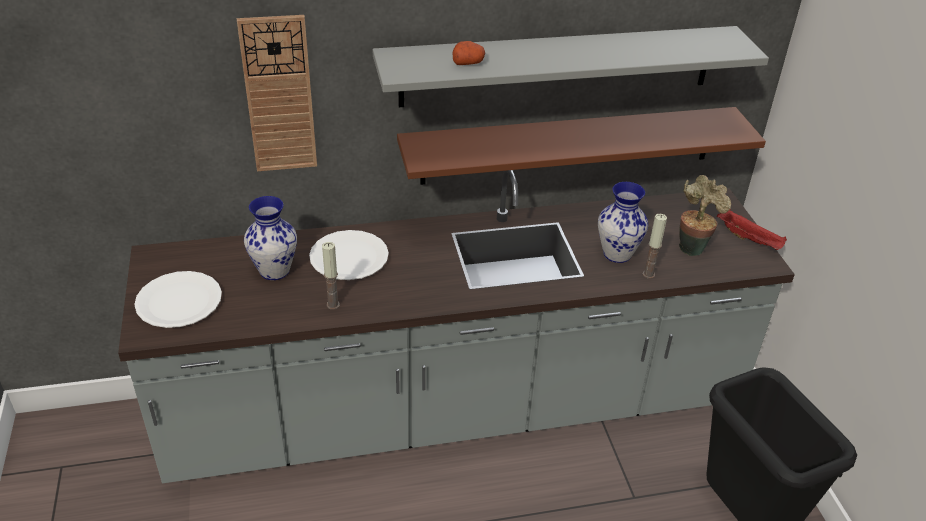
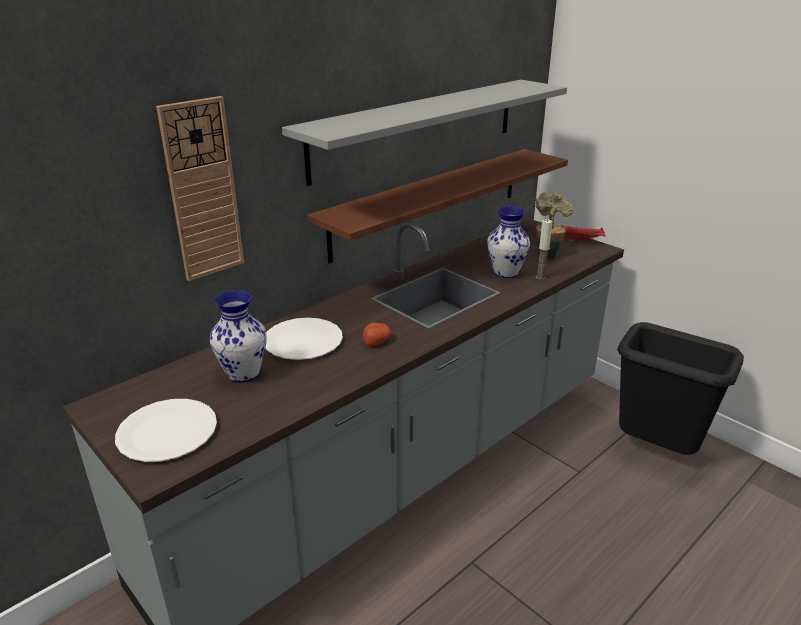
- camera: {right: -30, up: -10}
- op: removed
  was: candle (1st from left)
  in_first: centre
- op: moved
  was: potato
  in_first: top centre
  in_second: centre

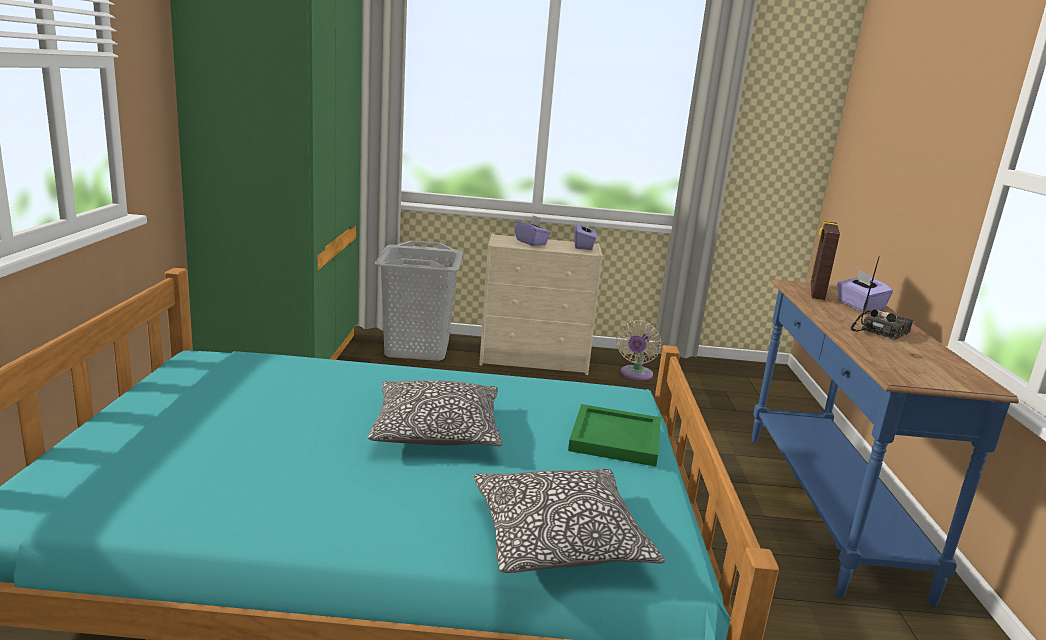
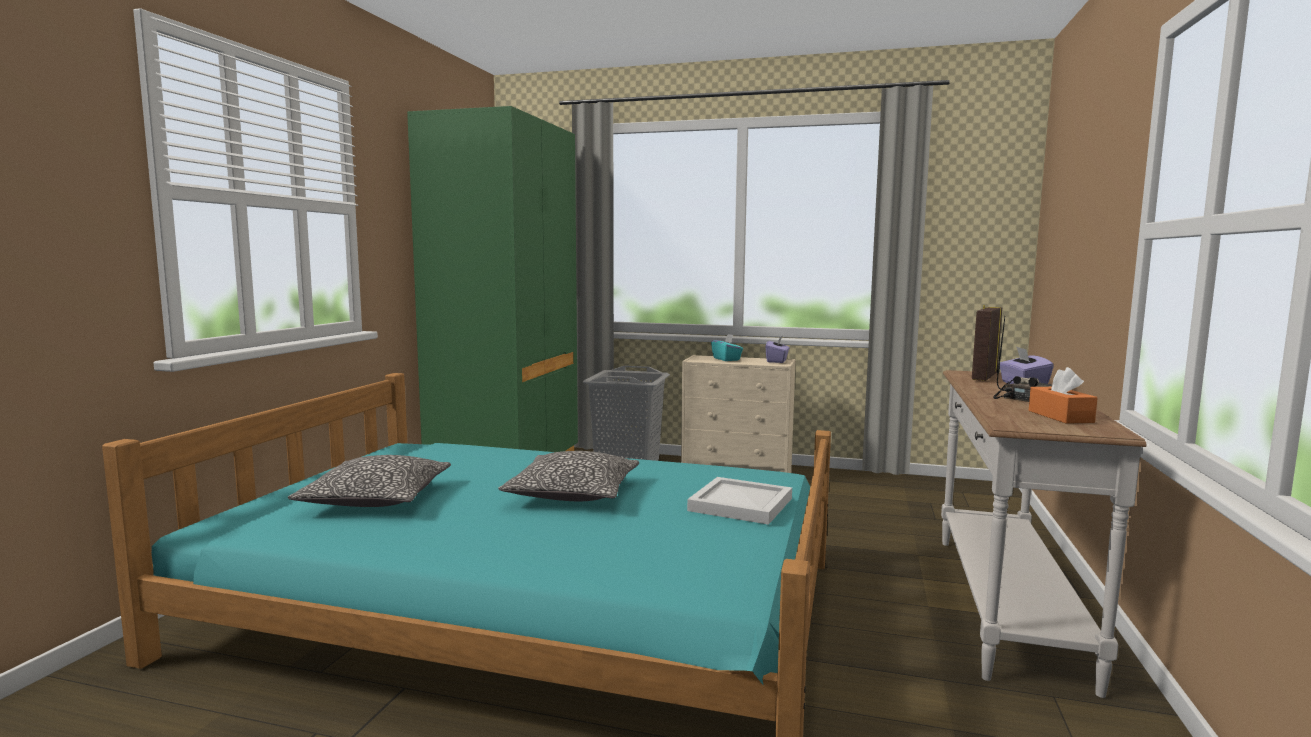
- camera: {right: 15, up: -10}
- op: removed
  was: beige fan
  in_first: centre
- op: added
  now: orange tissue box
  in_second: middle right
- op: moved
  was: pillow (2nd from left in the first image)
  now: pillow (1st from left)
  in_first: bottom centre
  in_second: middle left
- op: recoloured
  was: purple tissue box (1st from left)
  now: turquoise tissue box
  in_first: centre
  in_second: centre
- op: recoloured
  was: green tray
  now: white tray
  in_first: bottom centre
  in_second: bottom centre
- op: recoloured
  was: blue console table
  now: white console table
  in_first: bottom right
  in_second: bottom right

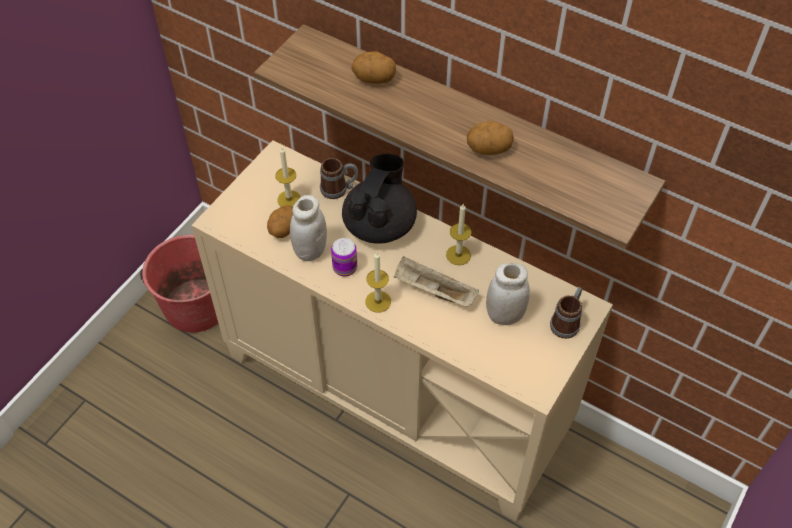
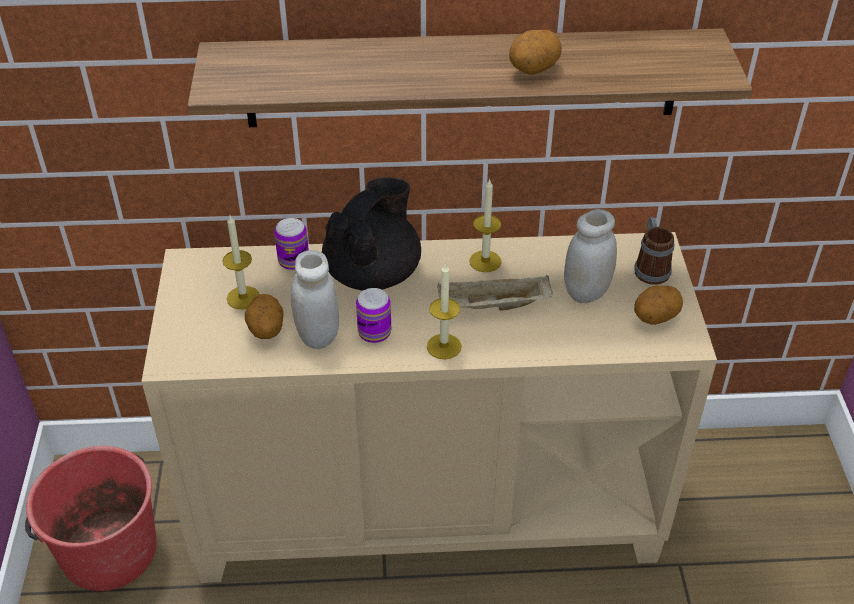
- camera: {right: -35, up: -10}
- op: moved
  was: potato (2nd from left in the first image)
  now: potato (3rd from left)
  in_first: top centre
  in_second: middle right
- op: replaced
  was: mug (1st from left)
  now: can (1st from left)
  in_first: centre
  in_second: centre
- op: turned
  was: black teapot
  in_first: centre
  in_second: centre
  clockwise: 45

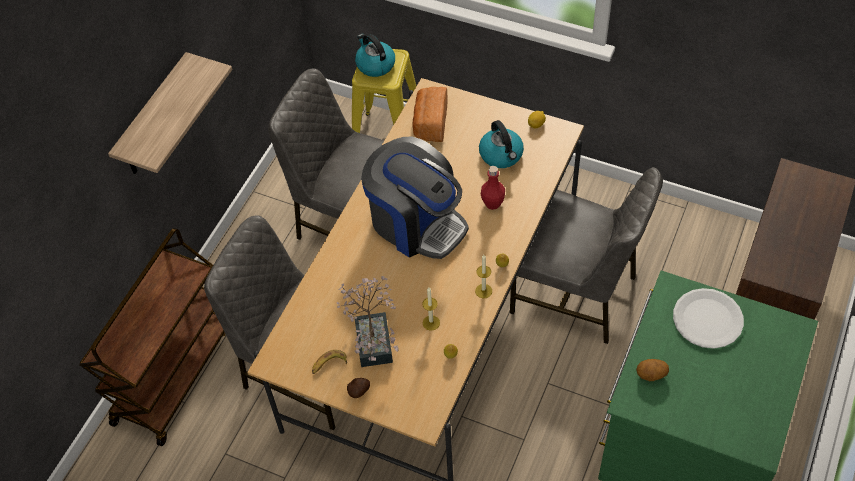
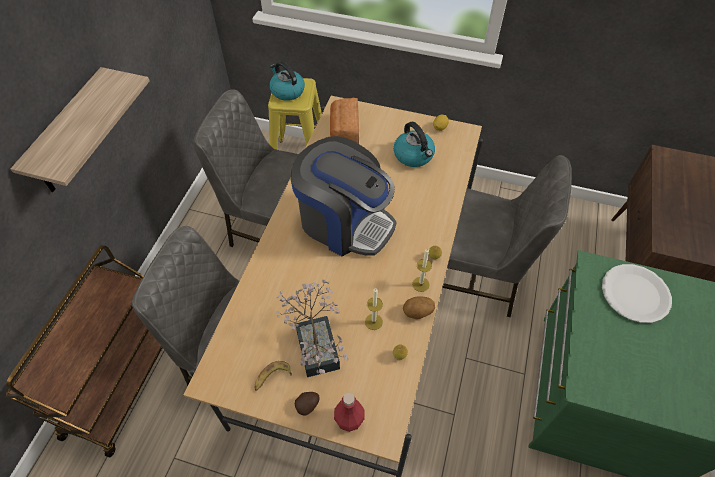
- camera: {right: -10, up: 0}
- op: moved
  was: red bottle
  in_first: centre
  in_second: bottom centre
- op: moved
  was: potato (2nd from left)
  in_first: bottom right
  in_second: centre

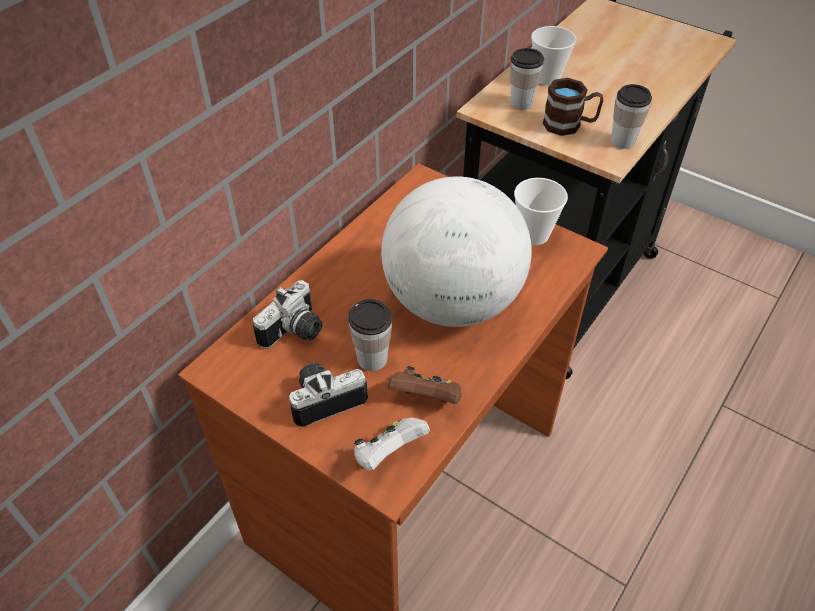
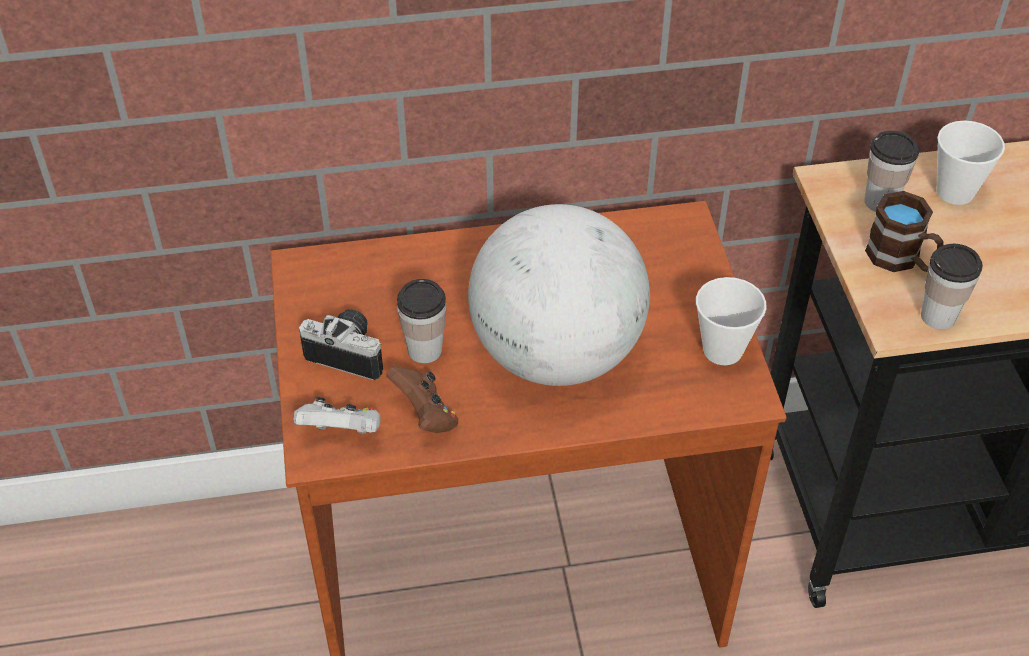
- camera: {right: 45, up: 0}
- op: removed
  was: photo camera (1st from left)
  in_first: centre

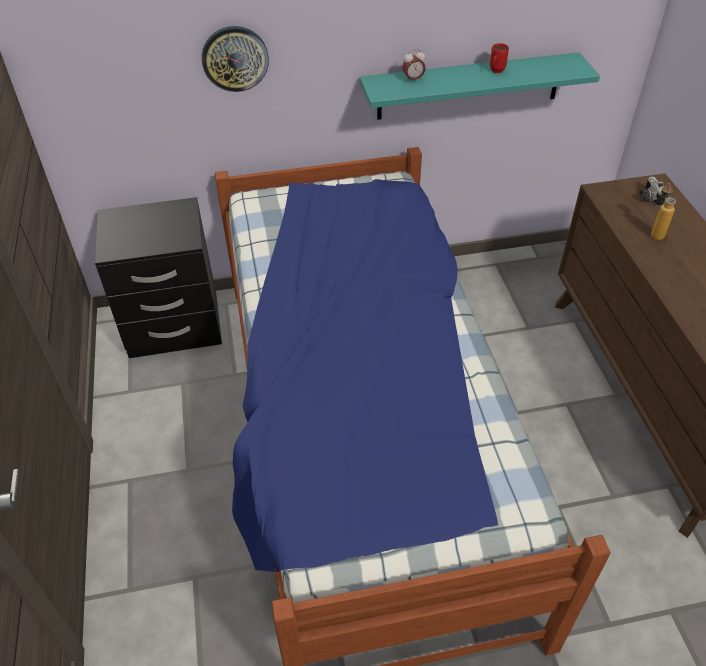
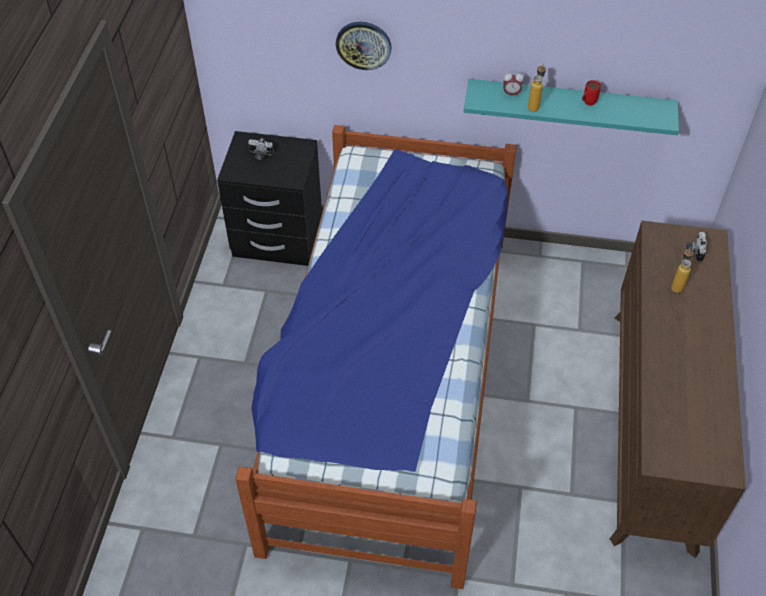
- camera: {right: 20, up: 5}
- op: added
  now: photo camera (1st from left)
  in_second: top centre
- op: added
  now: bottle (1st from left)
  in_second: top right

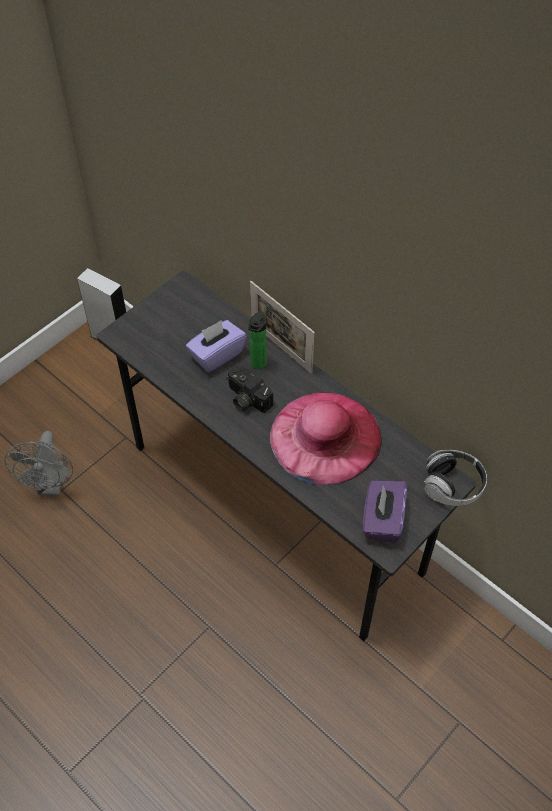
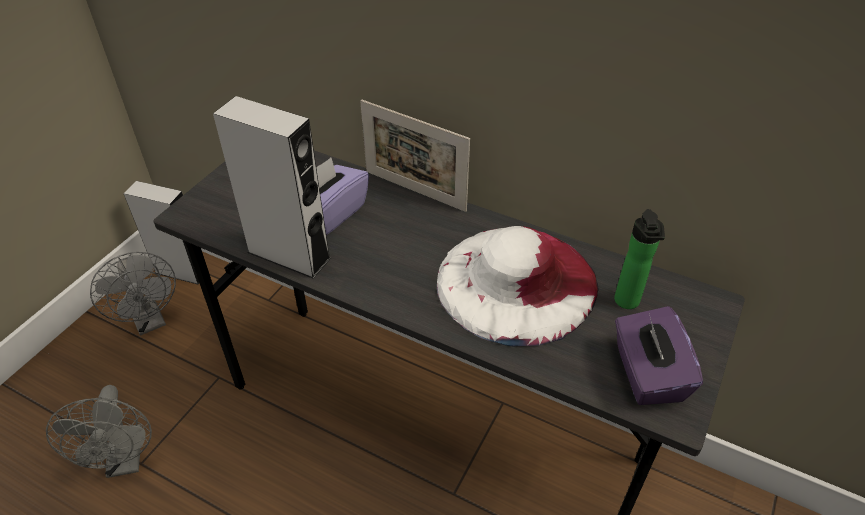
- camera: {right: -15, up: -10}
- op: removed
  was: photo camera
  in_first: centre
- op: removed
  was: headphones
  in_first: middle right
- op: added
  now: grey fan (2nd from left)
  in_second: middle left
- op: added
  now: grey speaker (2nd from left)
  in_second: middle left
- op: moved
  was: bottle
  in_first: centre
  in_second: middle right
- op: recoloured
  was: pink hat
  now: white hat
  in_first: centre
  in_second: centre

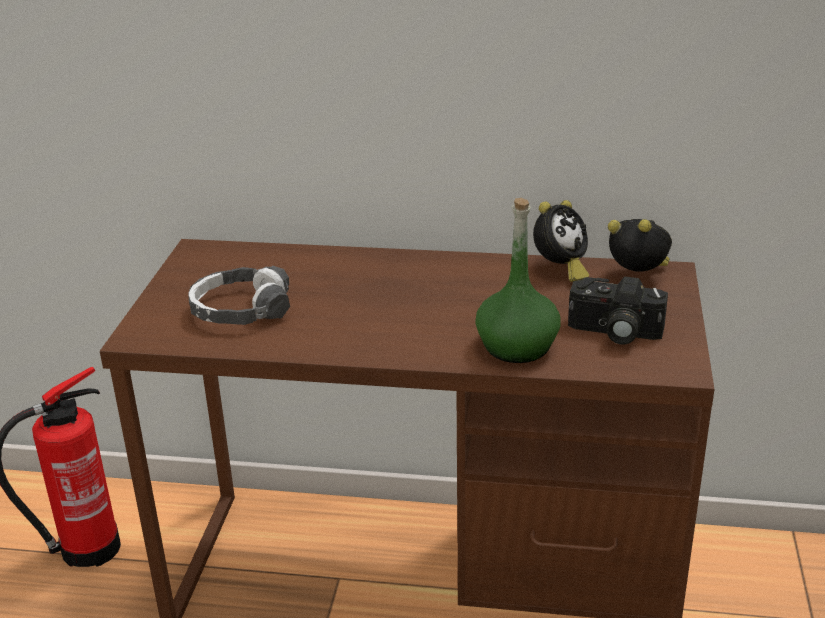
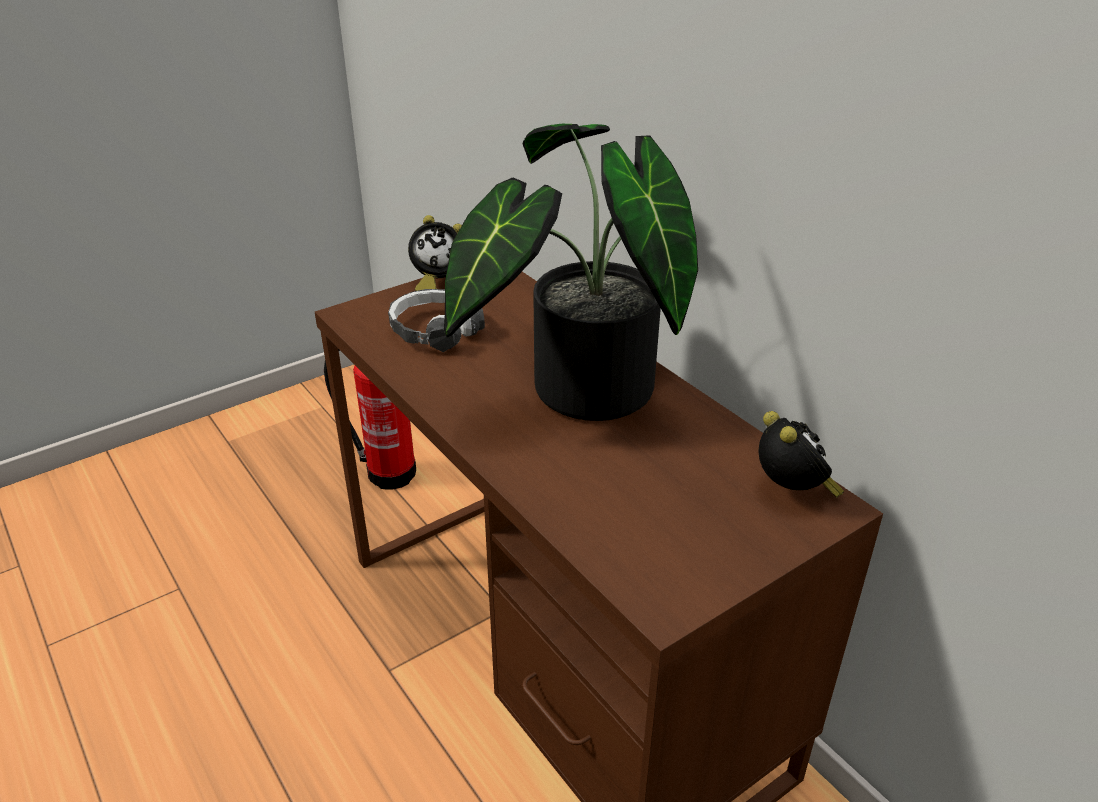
- camera: {right: 45, up: 5}
- op: removed
  was: green bottle
  in_first: centre
- op: removed
  was: photo camera
  in_first: middle right
- op: added
  now: potted plant
  in_second: centre
- op: moved
  was: alarm clock (1st from left)
  in_first: middle right
  in_second: top centre

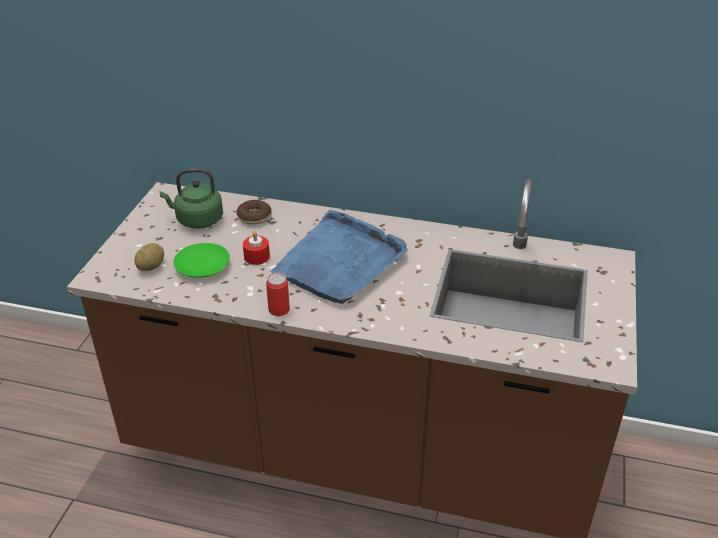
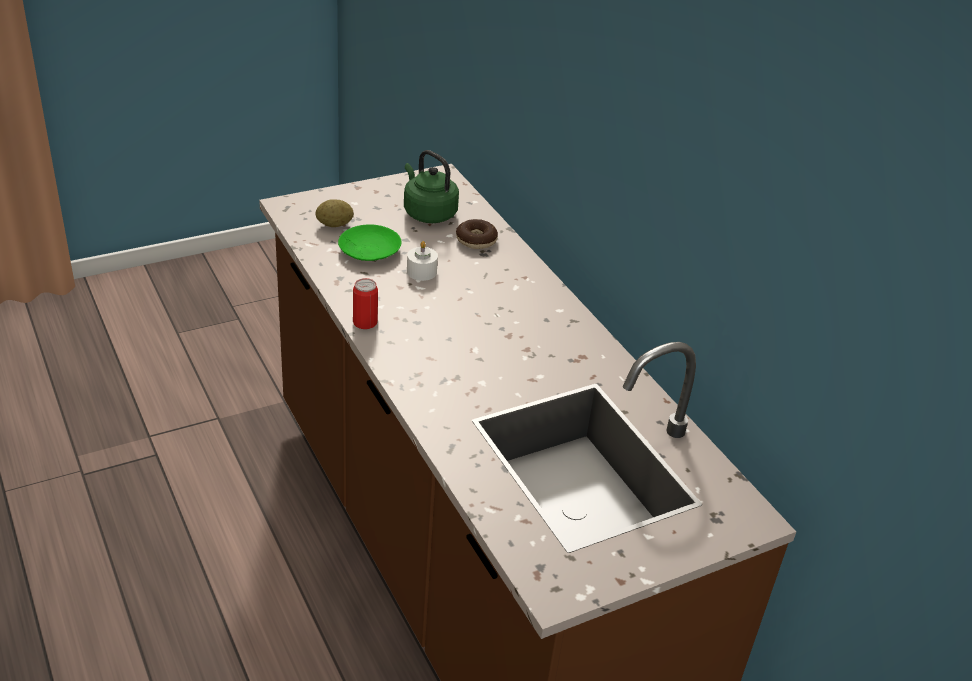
- camera: {right: 45, up: 0}
- op: removed
  was: blue tray
  in_first: centre
- op: recoloured
  was: red candle
  now: white candle
  in_first: centre
  in_second: centre

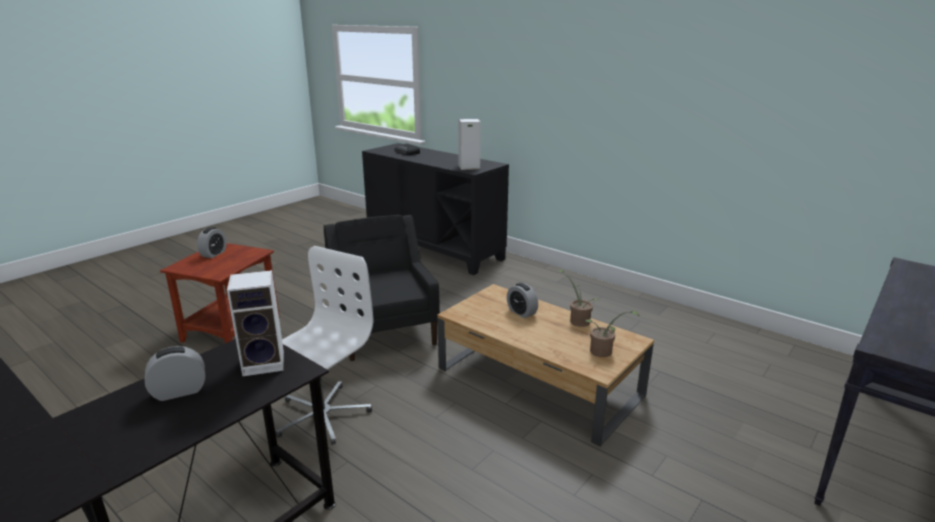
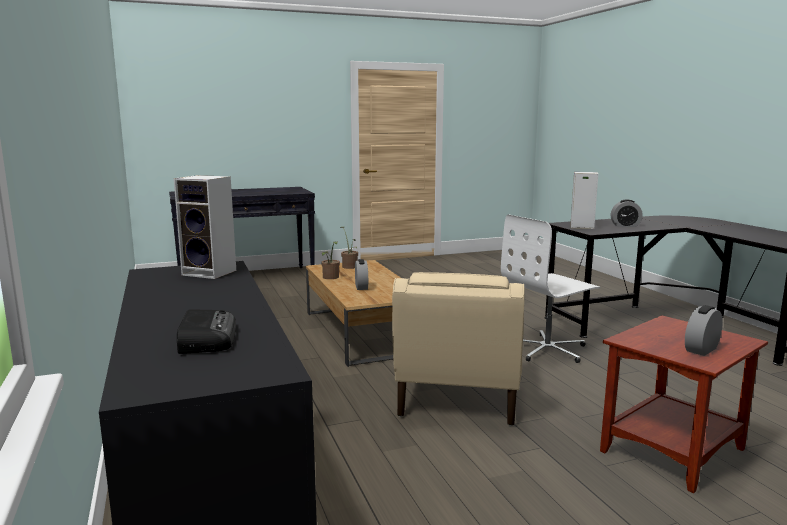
- camera: {right: -150, up: -10}
- op: recoloured
  was: black armchair
  now: beige armchair
  in_first: centre
  in_second: centre

